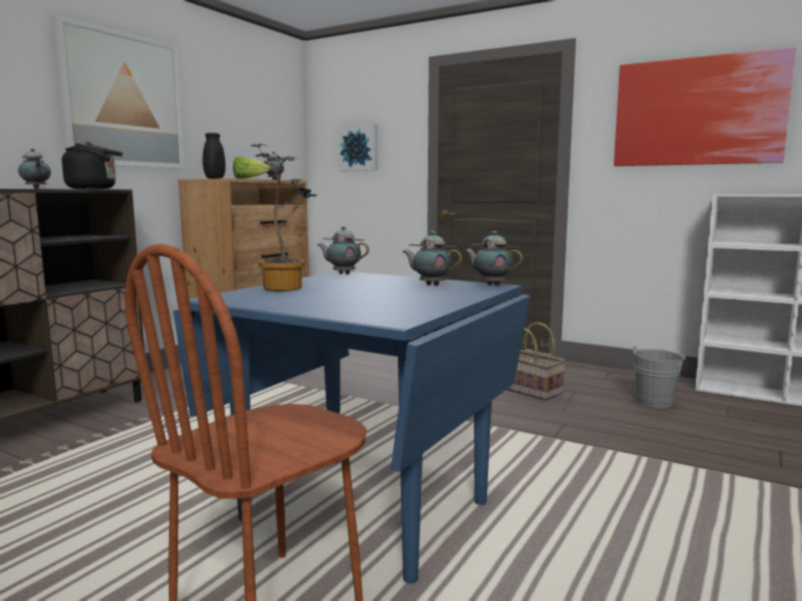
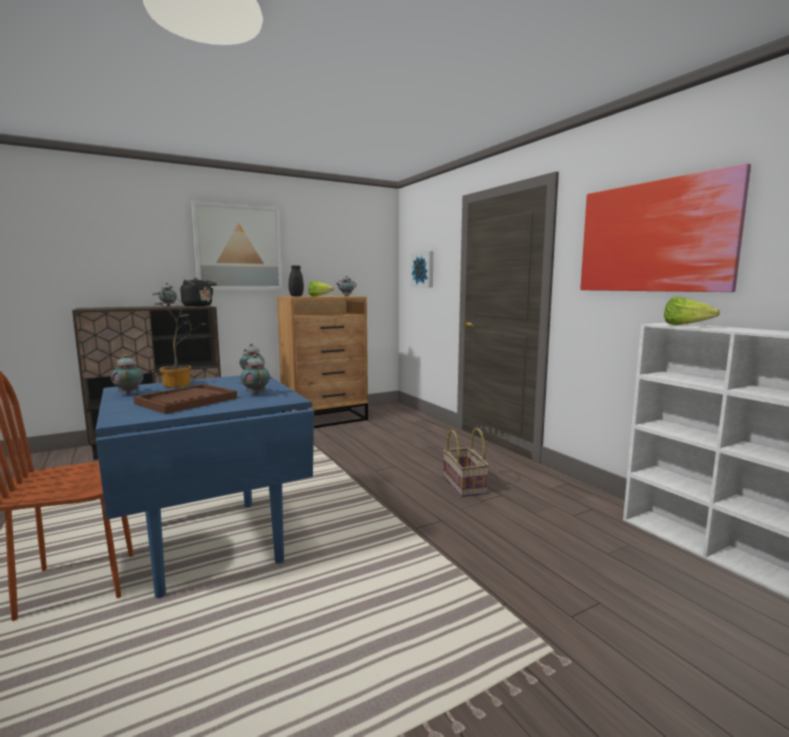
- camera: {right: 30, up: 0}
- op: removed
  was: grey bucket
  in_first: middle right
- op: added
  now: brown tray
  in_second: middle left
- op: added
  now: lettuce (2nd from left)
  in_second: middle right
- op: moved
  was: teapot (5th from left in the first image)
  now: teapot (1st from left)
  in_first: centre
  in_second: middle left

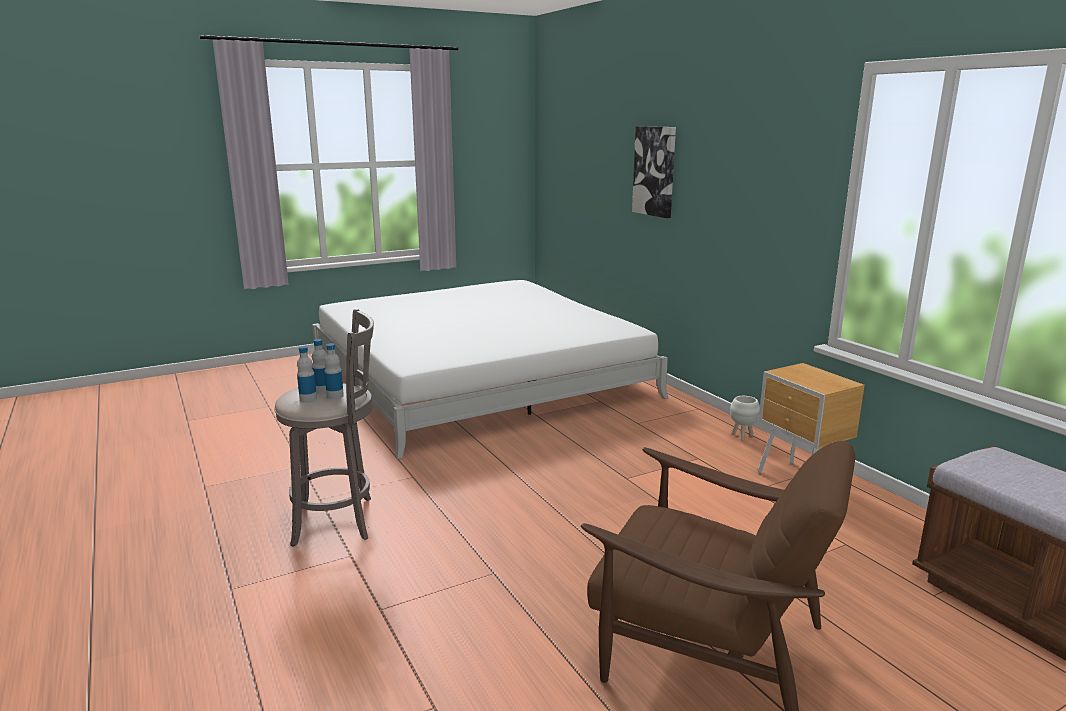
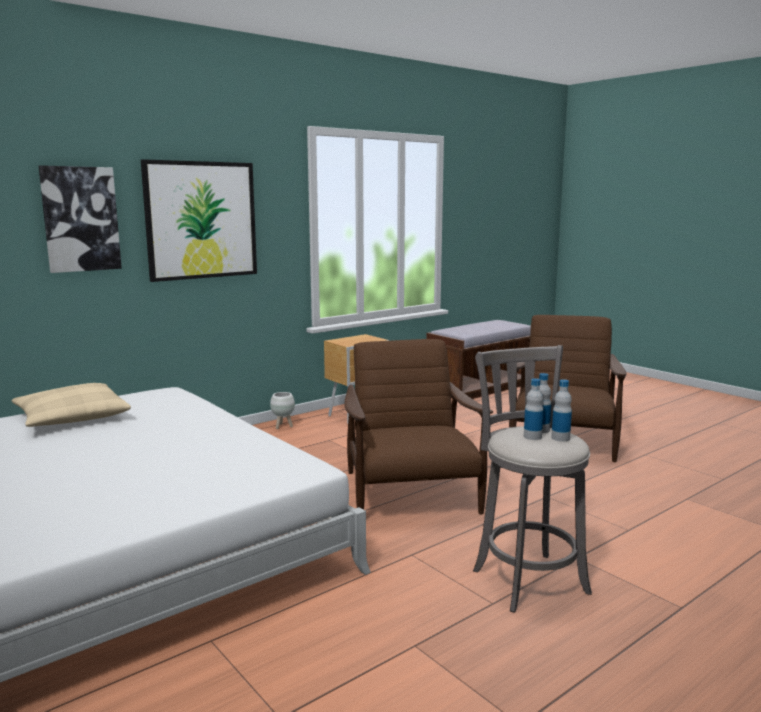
- camera: {right: -100, up: -5}
- op: added
  now: beige pillow
  in_second: middle left
- op: added
  now: picture (2nd from left)
  in_second: top left
- op: added
  now: brown armchair (1st from left)
  in_second: centre

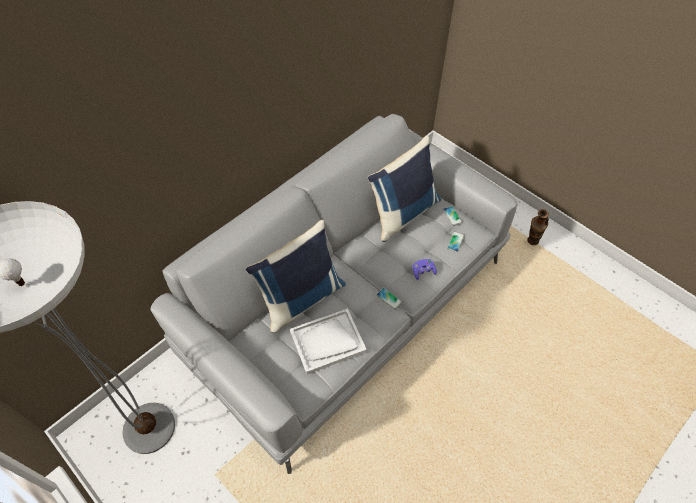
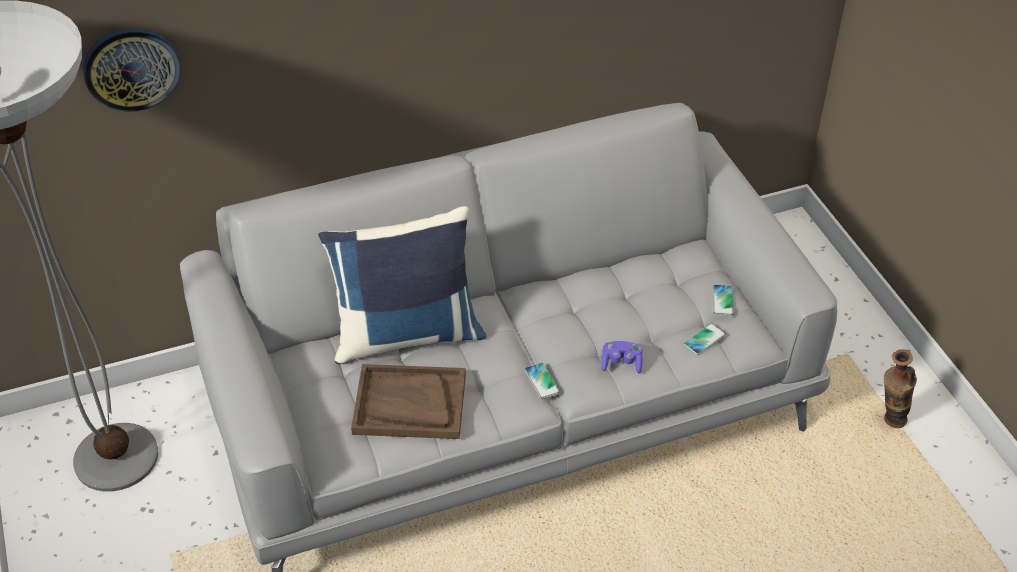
- camera: {right: 25, up: -10}
- op: removed
  was: blue pillow (2nd from left)
  in_first: centre
- op: added
  now: wall clock
  in_second: top left
- op: recoloured
  was: white tray
  now: brown tray
  in_first: bottom centre
  in_second: bottom centre

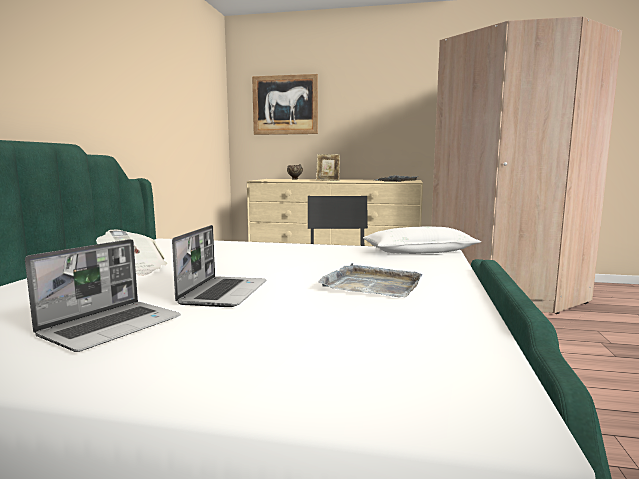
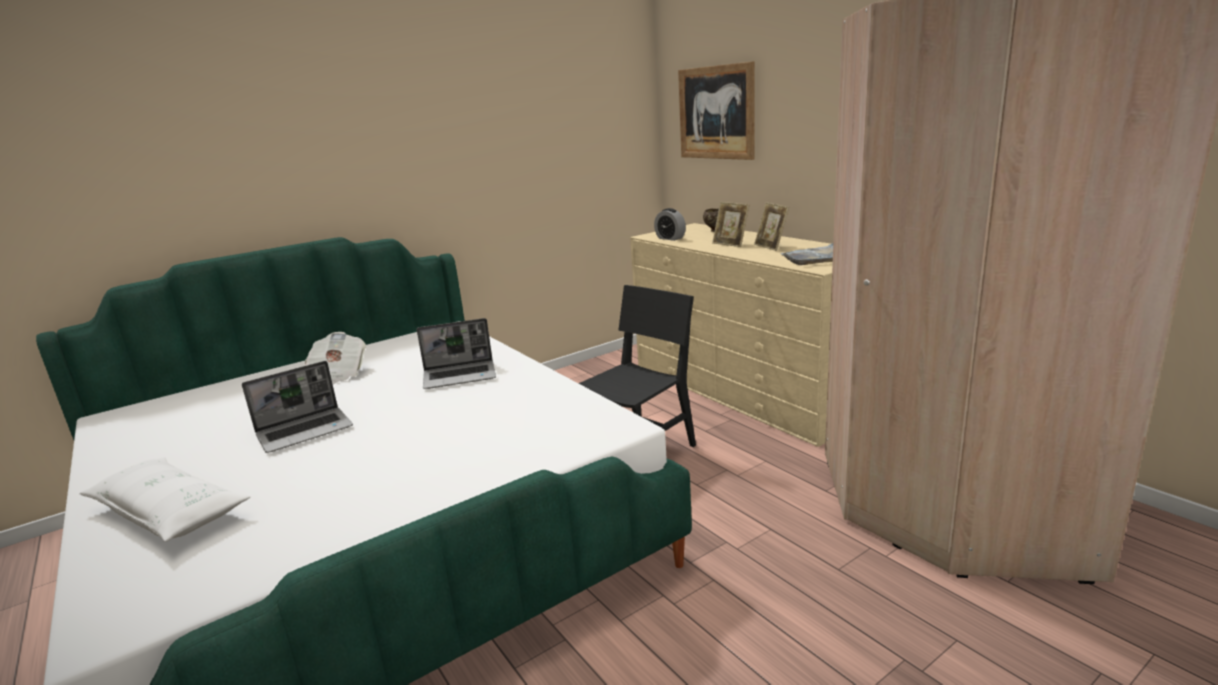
- camera: {right: 45, up: 10}
- op: removed
  was: grey tray (1st from left)
  in_first: centre
- op: added
  now: alarm clock
  in_second: top centre
- op: added
  now: picture frame (2nd from left)
  in_second: top centre
- op: moved
  was: laptop (1st from left in the first image)
  now: laptop (2nd from left)
  in_first: middle left
  in_second: centre
- op: moved
  was: white pillow
  in_first: centre
  in_second: bottom left

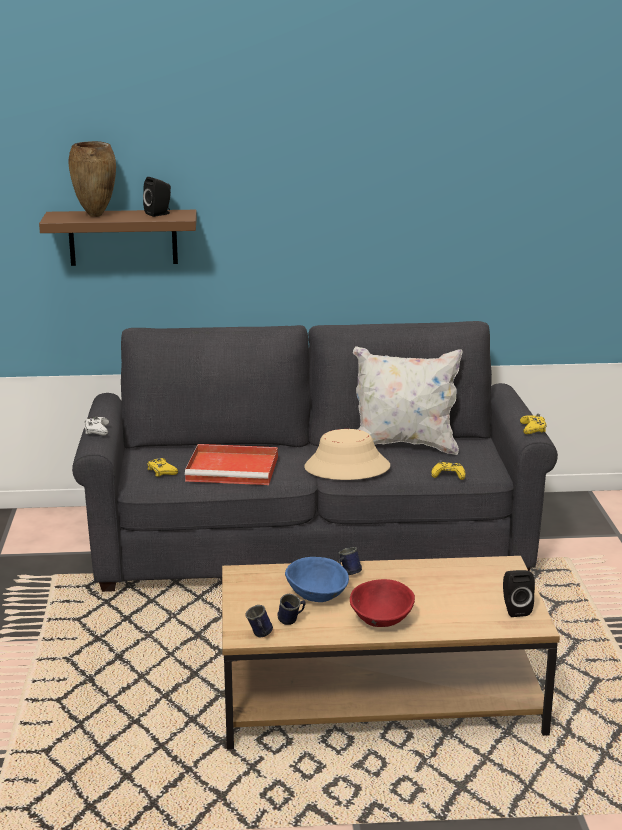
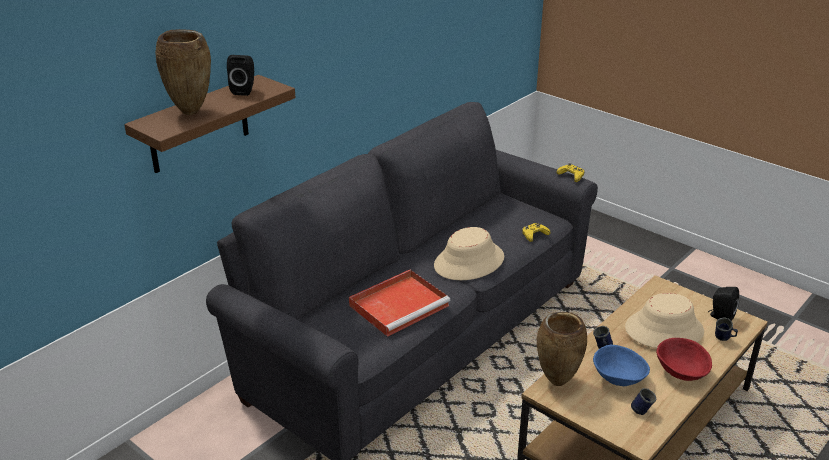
- camera: {right: -45, up: 10}
- op: removed
  was: white game controller
  in_first: middle left
- op: removed
  was: yellow game controller (1st from left)
  in_first: middle left
- op: removed
  was: white pillow
  in_first: centre
- op: added
  now: brown vase (2nd from left)
  in_second: bottom right
- op: added
  now: beige hat (2nd from left)
  in_second: bottom right
- op: moved
  was: blue mug (1st from left in the first image)
  now: blue mug (3rd from left)
  in_first: bottom centre
  in_second: bottom right

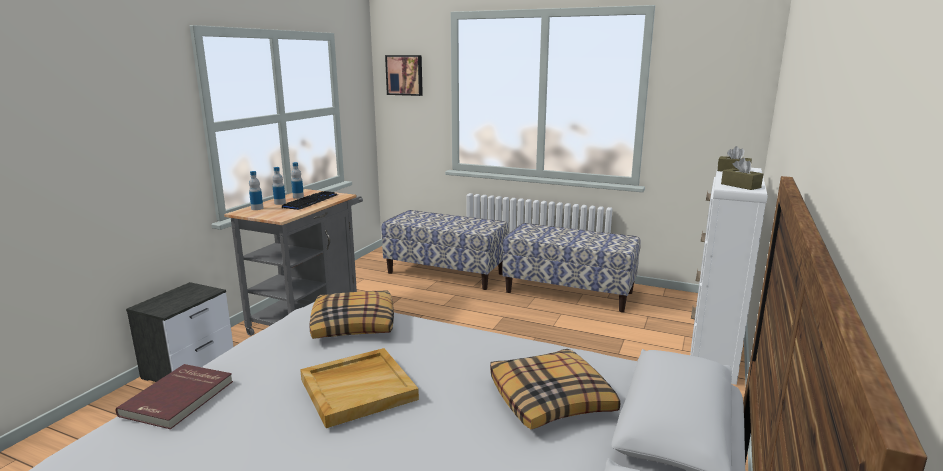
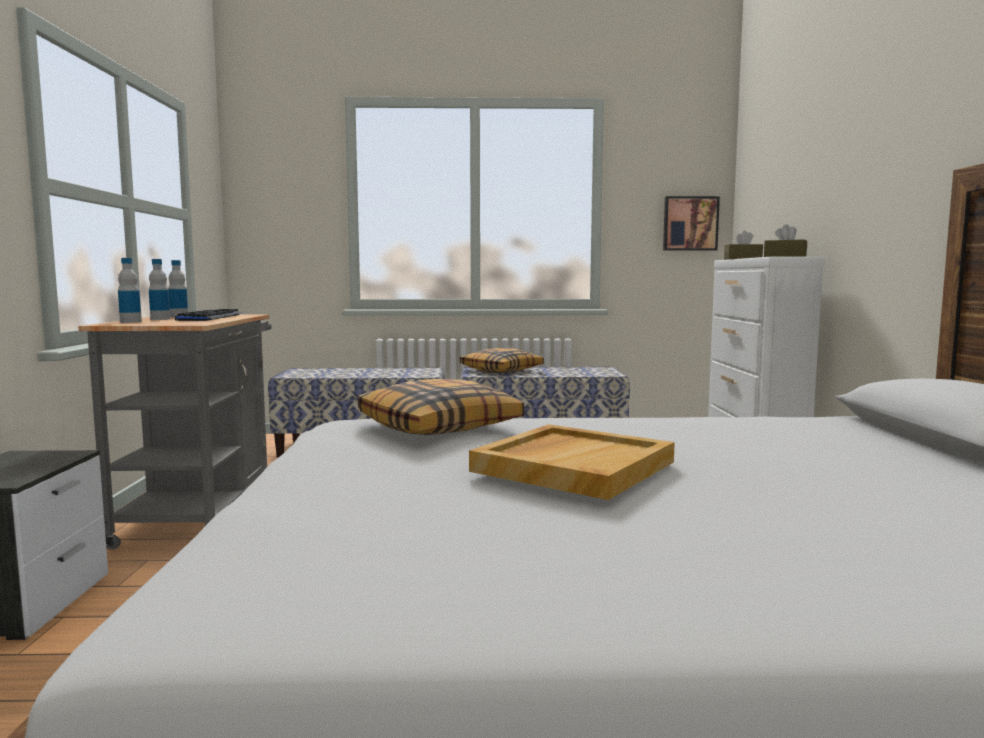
- camera: {right: -25, up: -10}
- op: removed
  was: red book
  in_first: bottom left
- op: moved
  was: picture
  in_first: top centre
  in_second: top right
- op: moved
  was: pillow (2nd from left)
  in_first: bottom centre
  in_second: centre

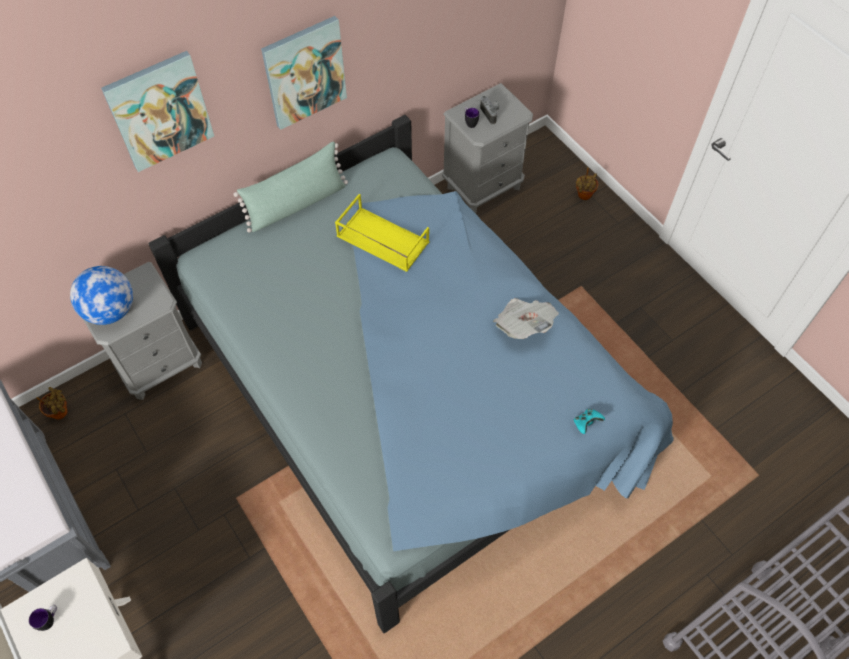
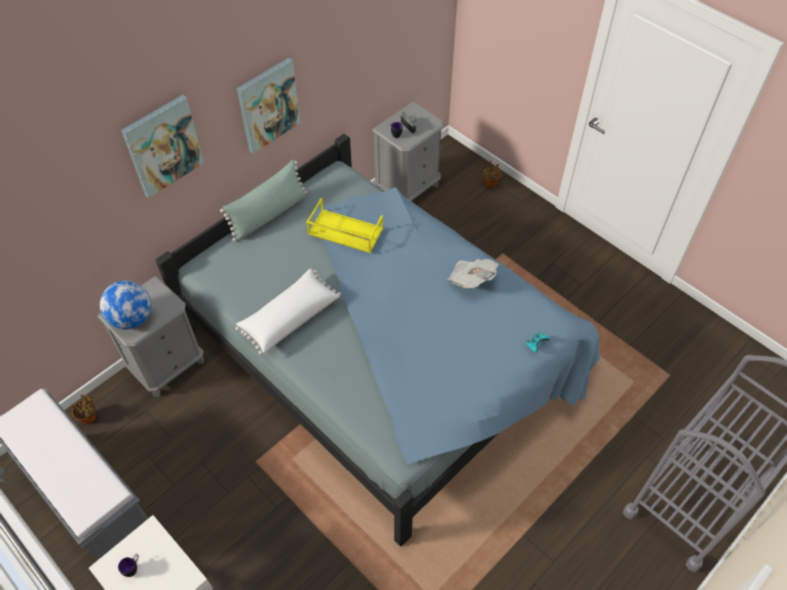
- camera: {right: -10, up: -5}
- op: added
  now: white pillow
  in_second: centre

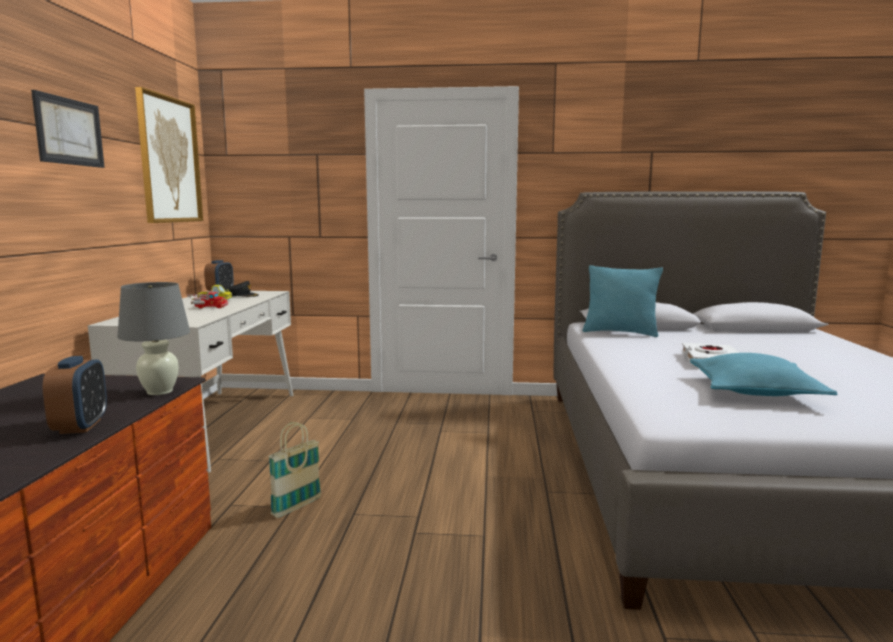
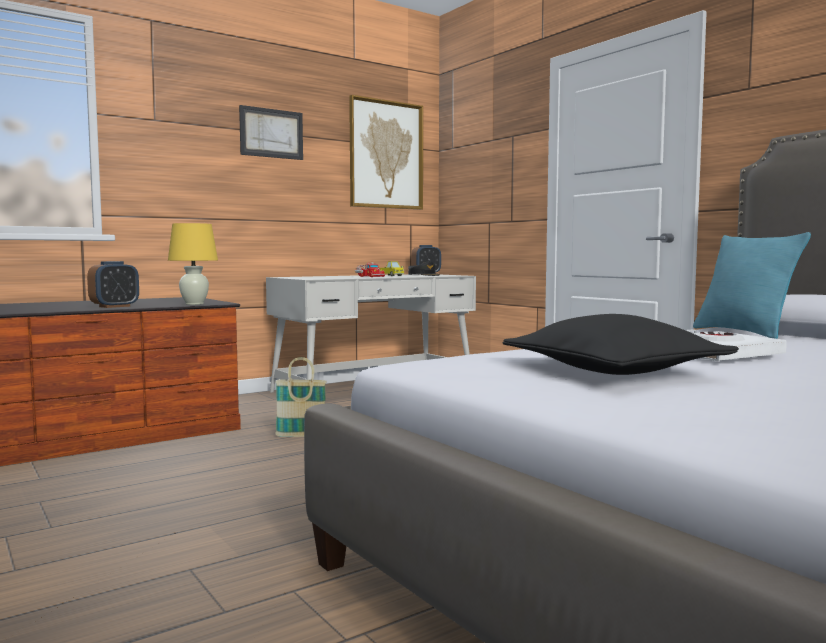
- camera: {right: 50, up: -5}
- op: recoloured
  was: grey table lamp
  now: yellow table lamp
  in_first: middle left
  in_second: middle left
- op: recoloured
  was: turquoise pillow (2nd from left)
  now: black pillow
  in_first: middle right
  in_second: middle right

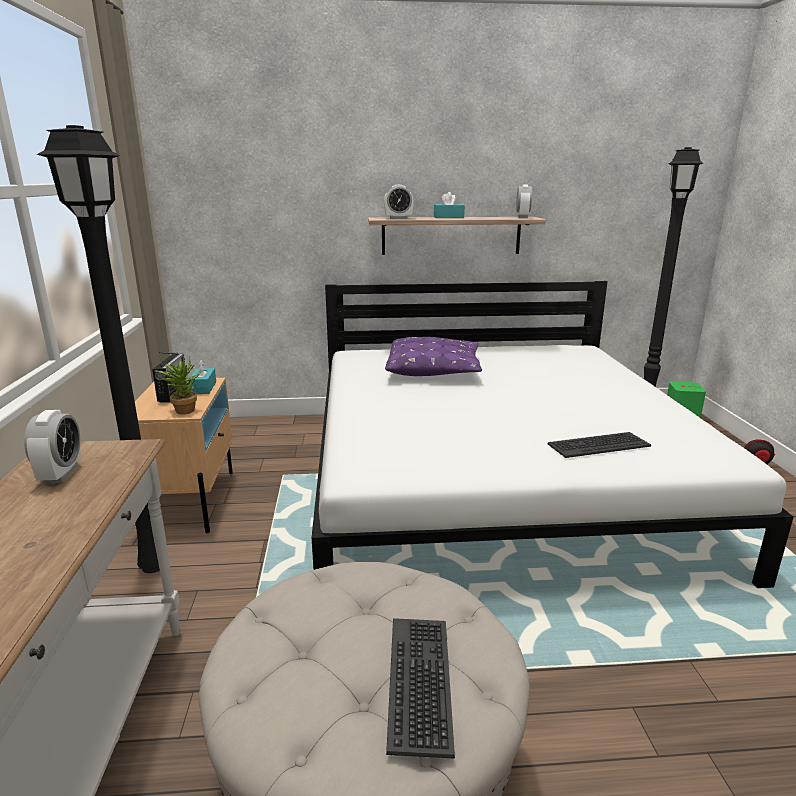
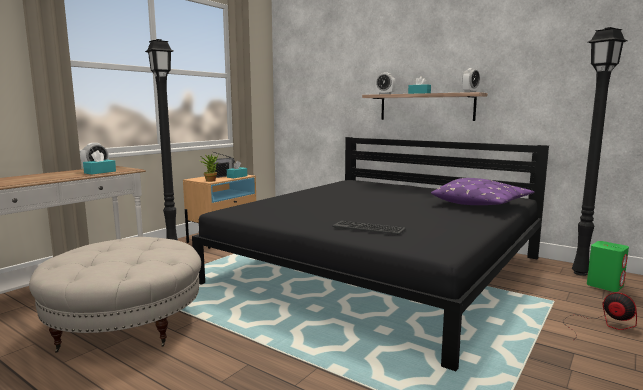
- camera: {right: 40, up: -10}
- op: removed
  was: keyboard (1st from left)
  in_first: bottom centre
- op: added
  now: turquoise tissue box (1st from left)
  in_second: middle left
- op: moved
  was: purple pillow
  in_first: centre
  in_second: middle right
- op: recoloured
  was: white bed
  now: black bed
  in_first: middle right
  in_second: centre

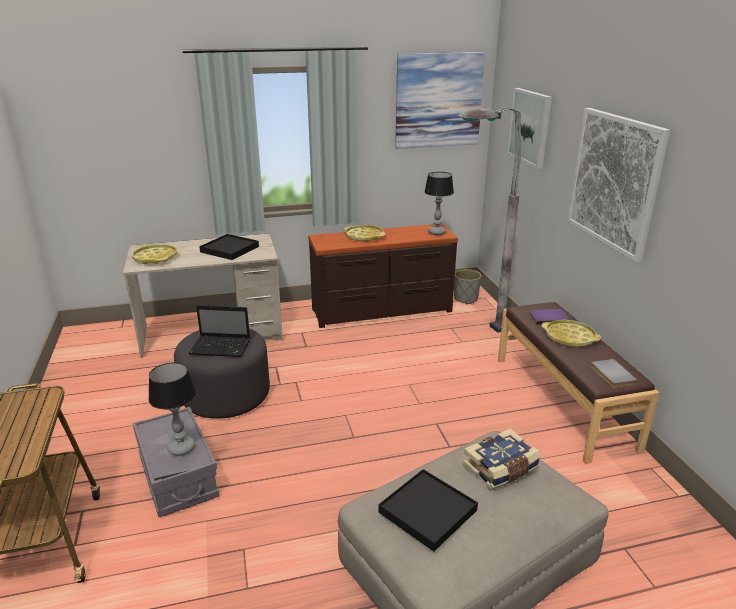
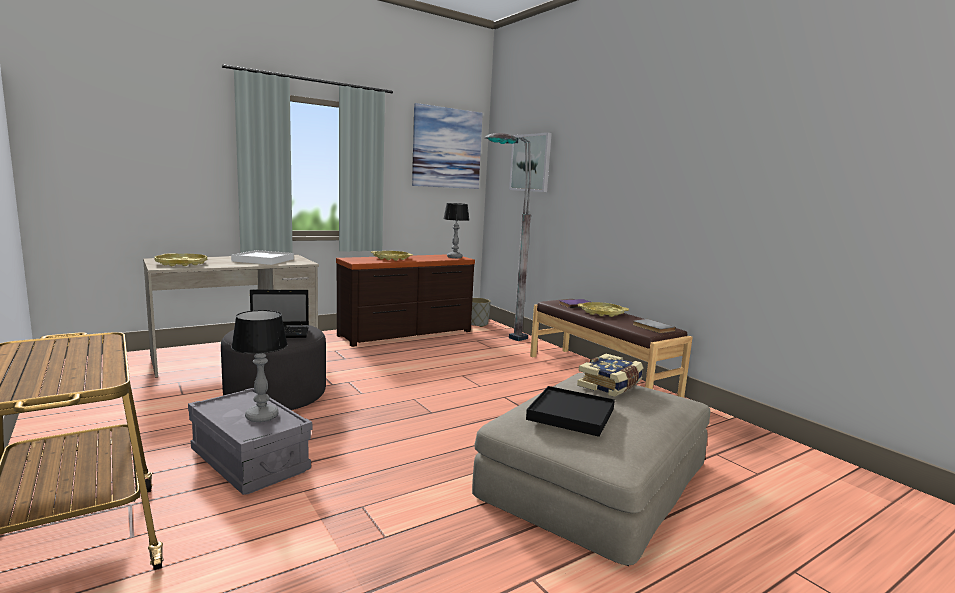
- camera: {right: -20, up: -15}
- op: removed
  was: picture (3rd from left)
  in_first: top right
- op: recoloured
  was: black tray (1st from left)
  now: white tray
  in_first: middle left
  in_second: middle left

